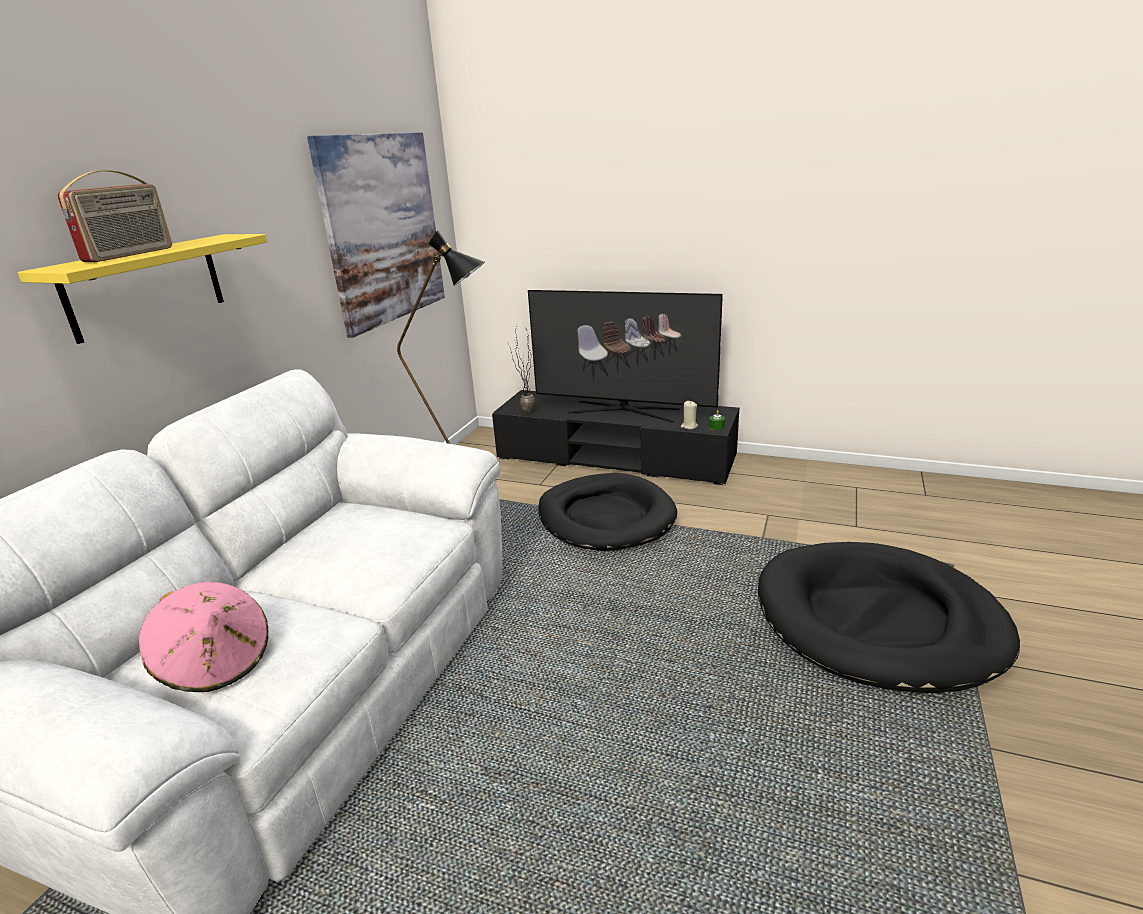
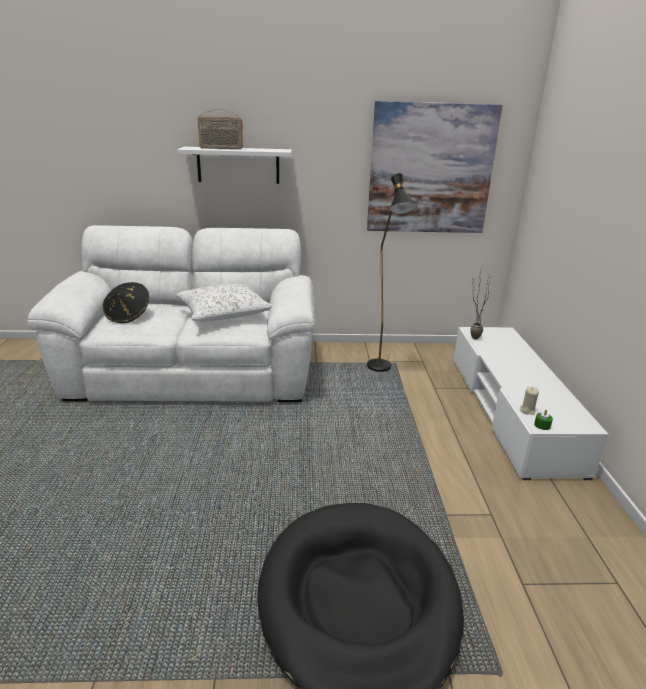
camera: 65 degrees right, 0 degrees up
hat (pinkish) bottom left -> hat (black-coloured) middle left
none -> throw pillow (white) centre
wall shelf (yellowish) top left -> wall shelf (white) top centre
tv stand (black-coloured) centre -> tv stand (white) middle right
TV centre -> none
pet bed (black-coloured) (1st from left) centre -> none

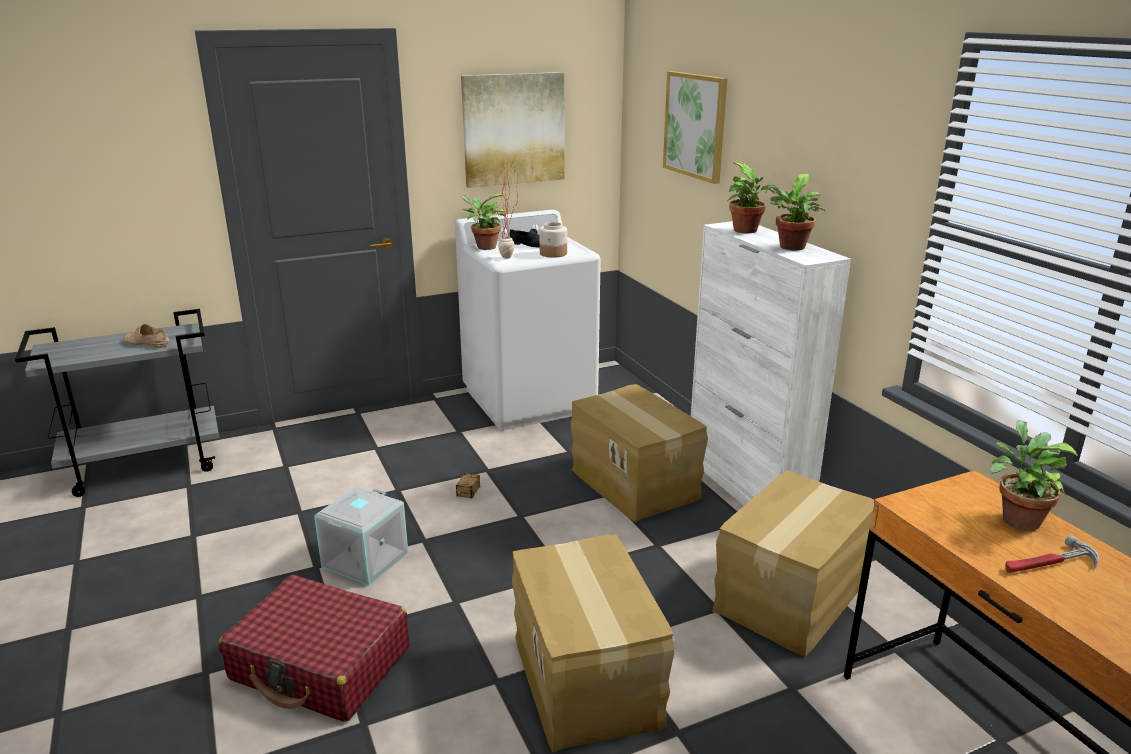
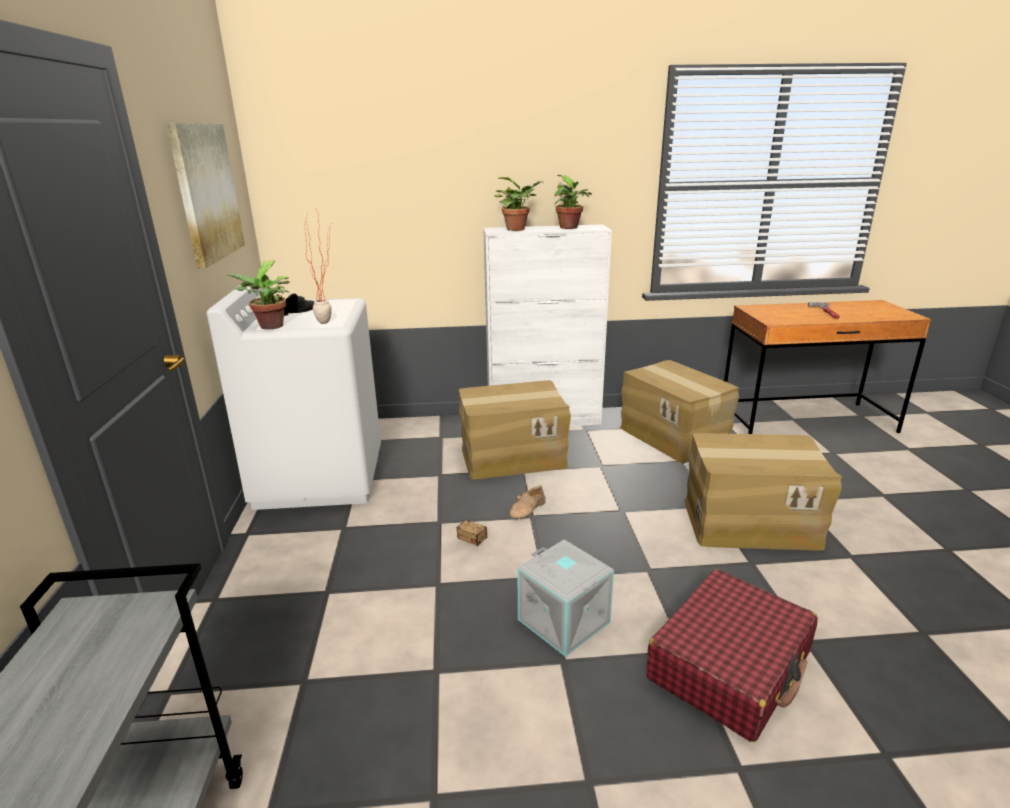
camera: 70 degrees left, 0 degrees up
item of footwear (sand-coloured) middle left -> item of footwear (sand-coloured) centre, moved
storage jar top centre -> none
wall art (2nd from left) top centre -> none
potted plant (5th from left) middle right -> none

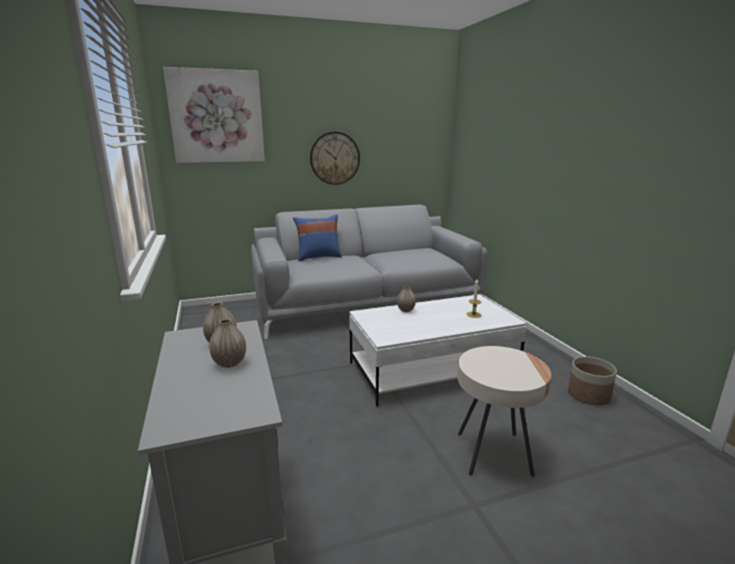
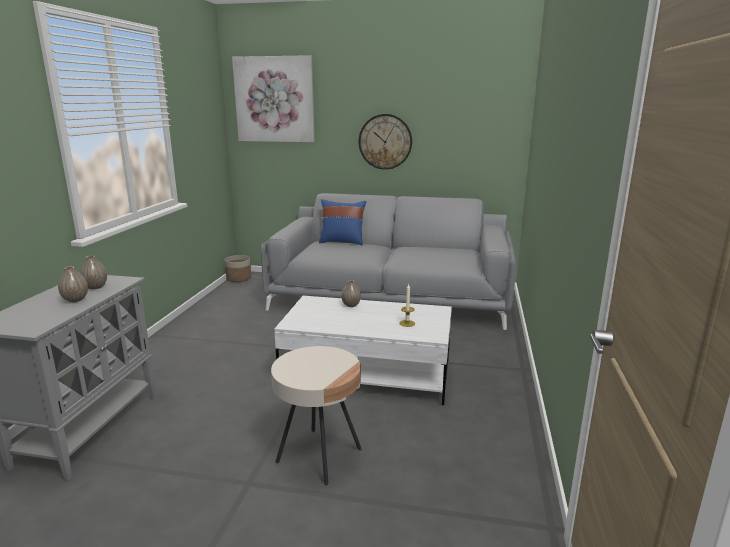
camera: 30 degrees right, 0 degrees up
plant pot bottom right -> plant pot middle left, moved

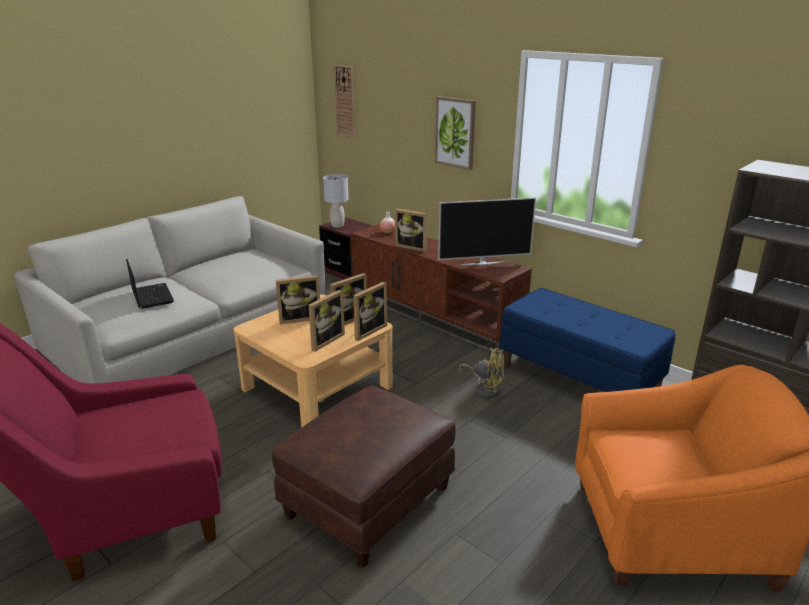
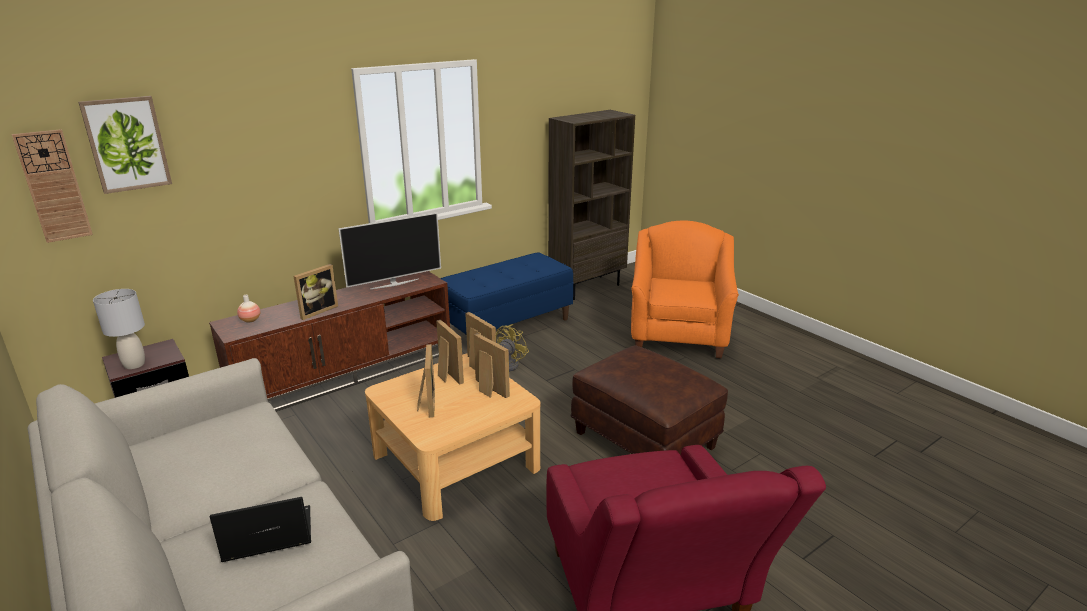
camera: 80 degrees left, 0 degrees up
wall art top centre -> wall art top left, moved
TV centre, 60 degrees clockwise

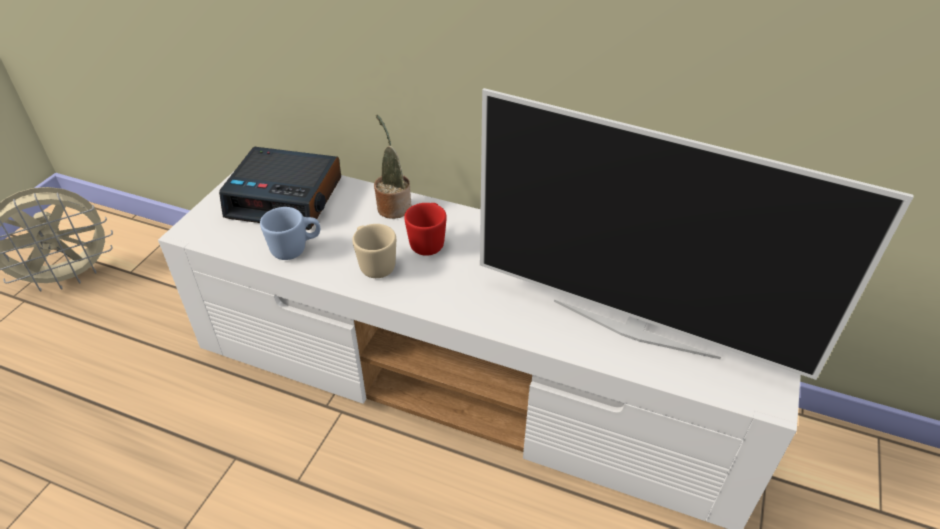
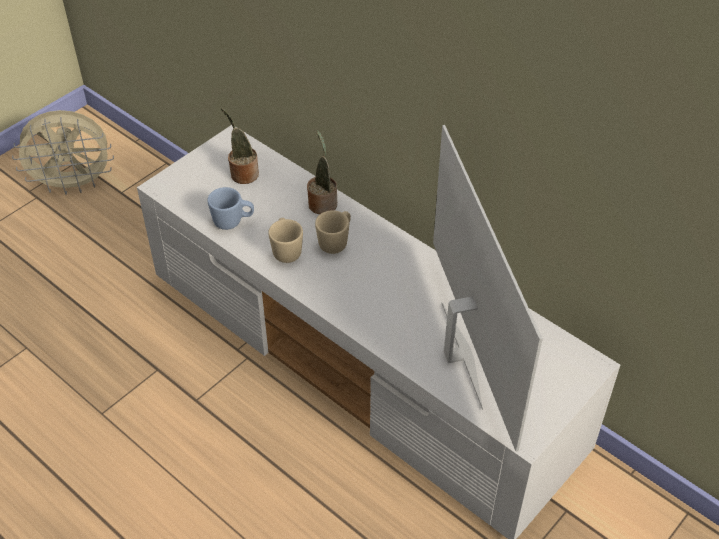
camera: 20 degrees right, 5 degrees up
table clock middle left -> potted plant (1st from left) top centre
mug (red) centre -> mug (sand-coloured) (2nd from left) centre
TV middle right, 150 degrees counterclockwise

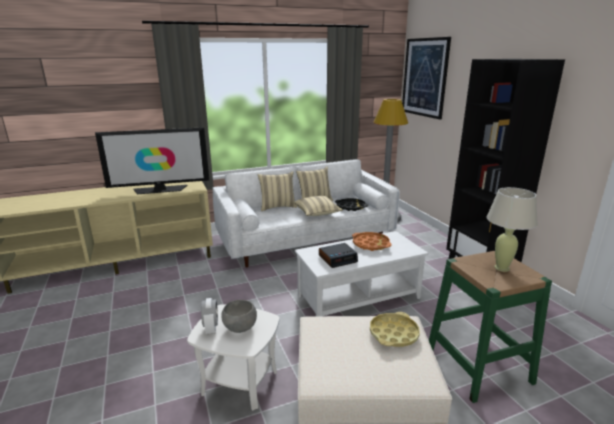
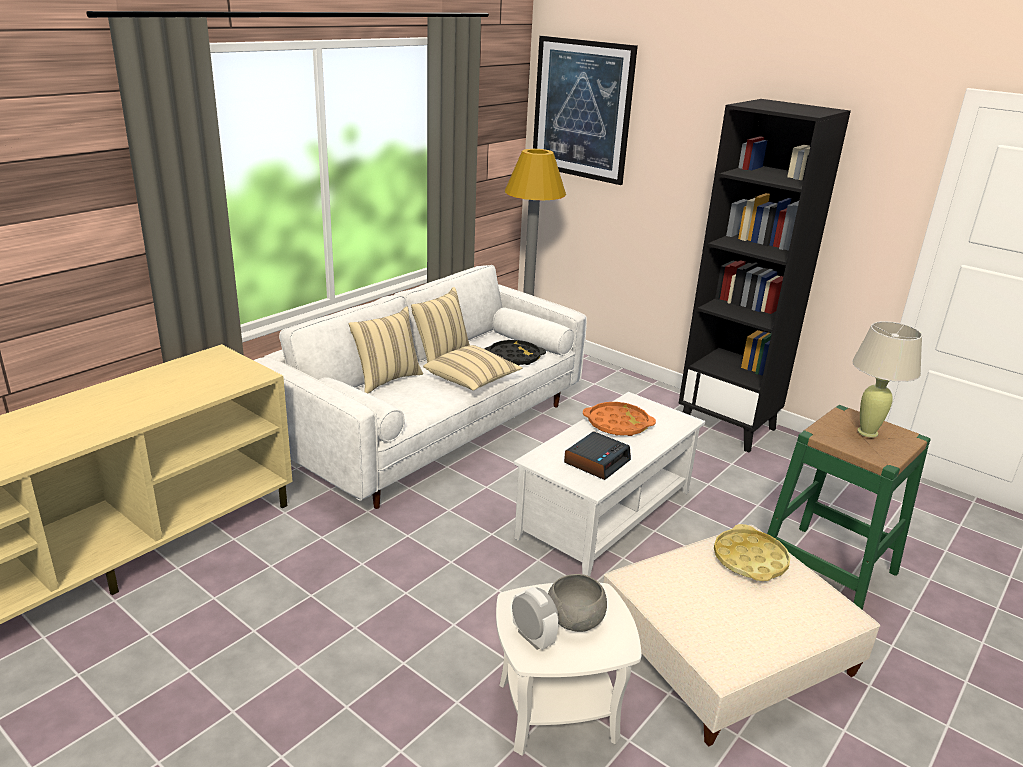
camera: 30 degrees left, 5 degrees up
TV middle left -> none

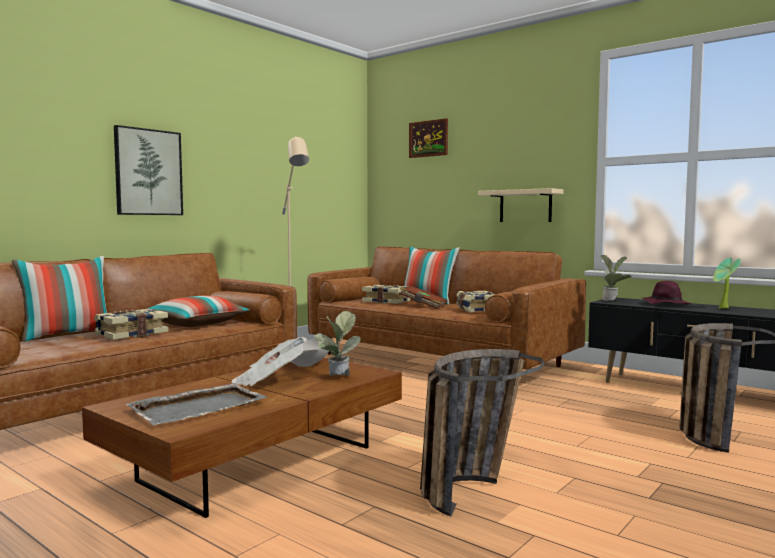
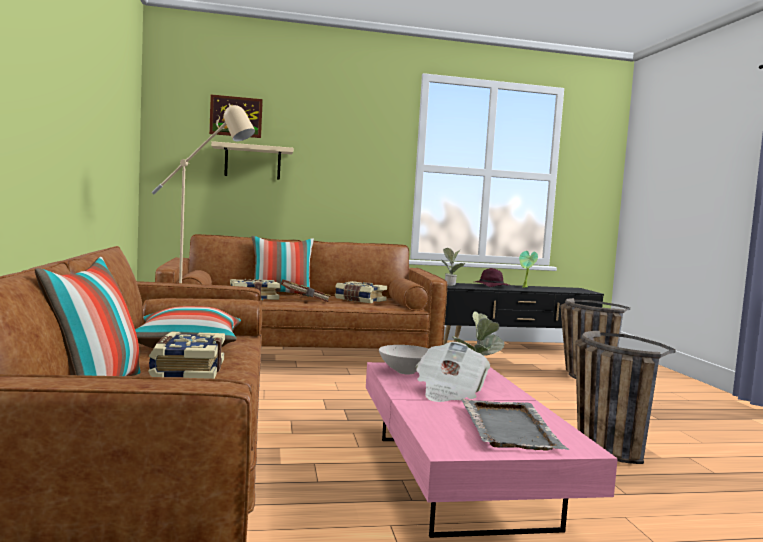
camera: 50 degrees left, 0 degrees up
wall shelf (sand-coloured) middle right -> wall shelf (sand-coloured) top left, moved
coffee table (brown-coloured) bottom left -> coffee table (pinkish) bottom centre
wall art (1st from left) top left -> none

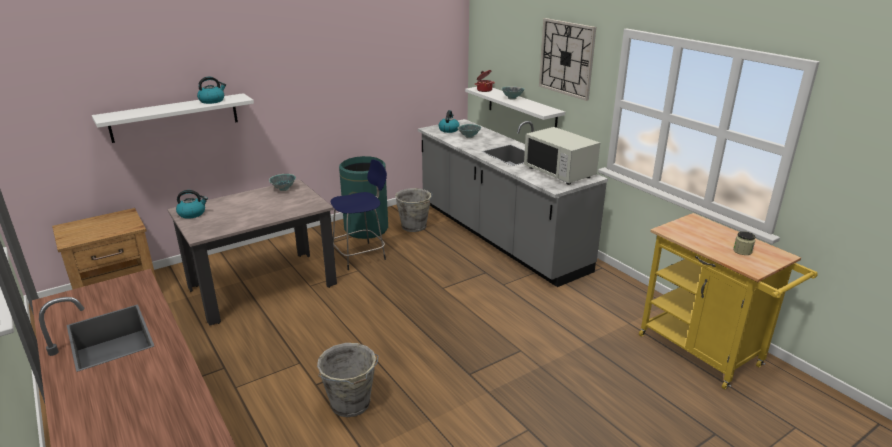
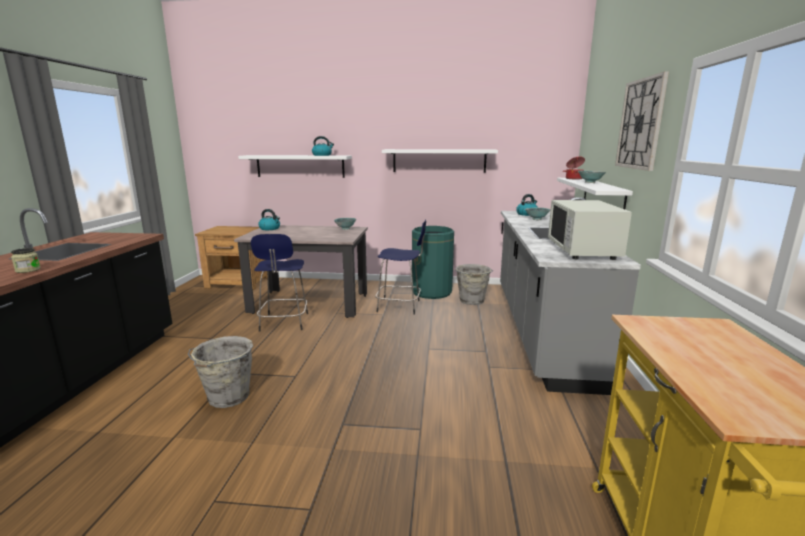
camera: 40 degrees right, 10 degrees down
storage jar middle right -> storage jar middle left, moved
none -> sitting stool (blue) (1st from left) centre
none -> wall shelf (white) (2nd from left) top centre

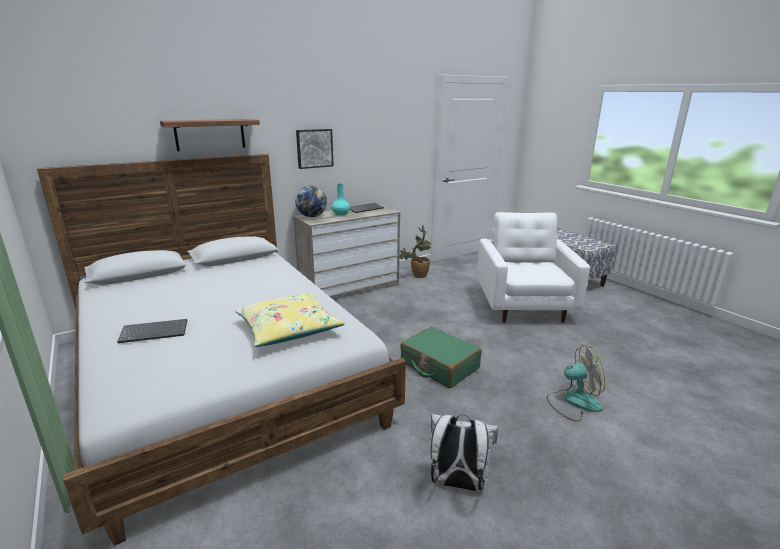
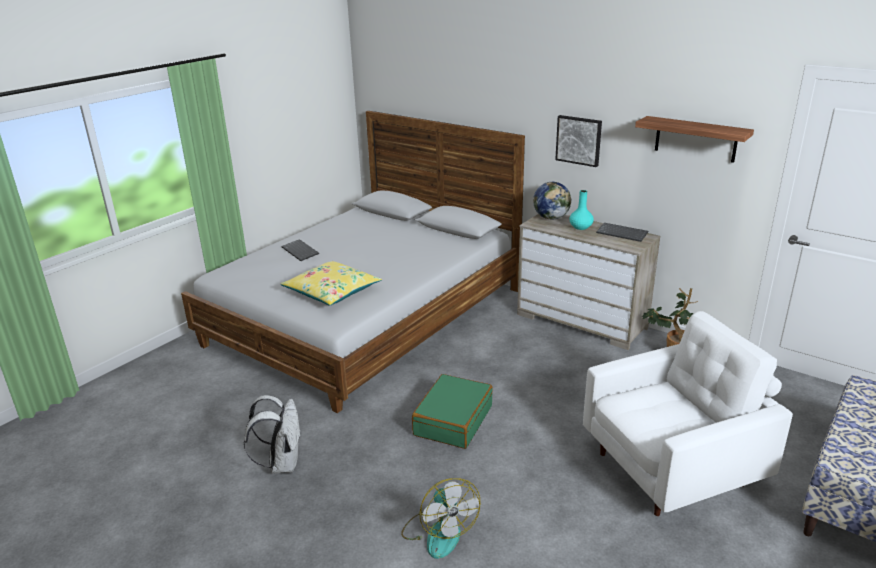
camera: 70 degrees right, 5 degrees up
wall shelf top left -> wall shelf top right, moved

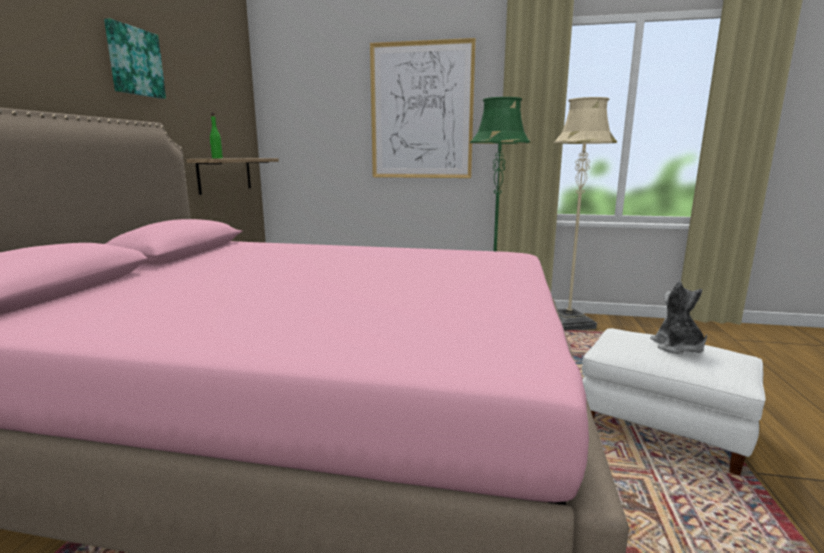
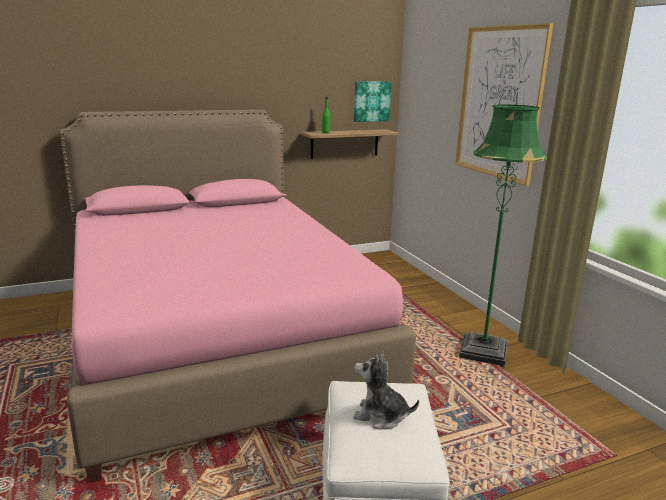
camera: 55 degrees right, 5 degrees up
soft toy middle right -> soft toy bottom centre, 120 degrees counterclockwise
wall art (1st from left) top left -> wall art (1st from left) top centre, moved
standing lamp (sand-coloured) middle right -> none

